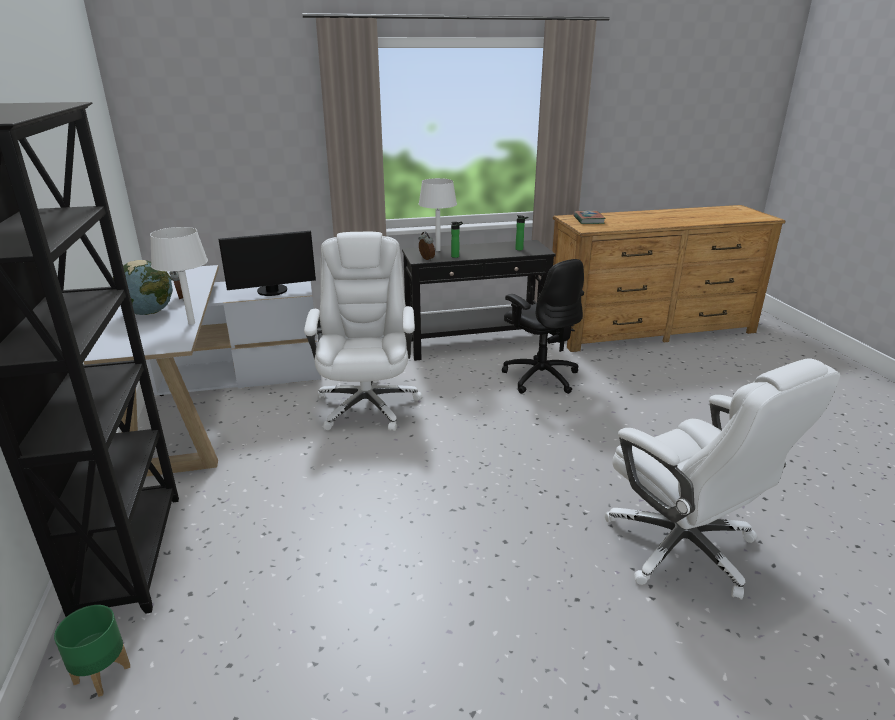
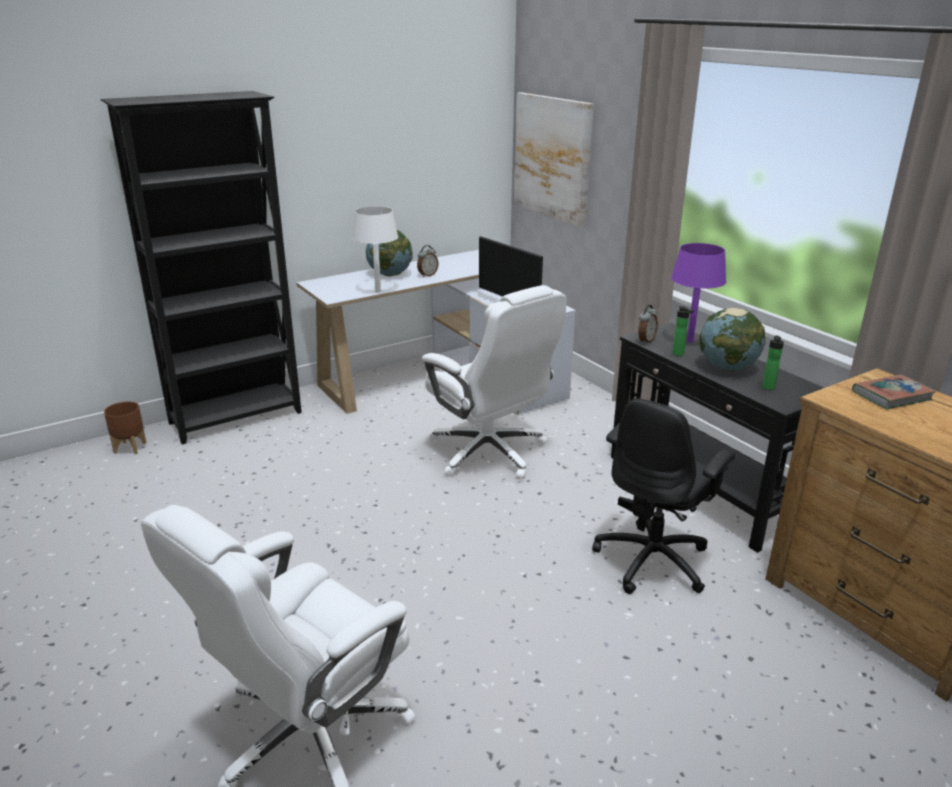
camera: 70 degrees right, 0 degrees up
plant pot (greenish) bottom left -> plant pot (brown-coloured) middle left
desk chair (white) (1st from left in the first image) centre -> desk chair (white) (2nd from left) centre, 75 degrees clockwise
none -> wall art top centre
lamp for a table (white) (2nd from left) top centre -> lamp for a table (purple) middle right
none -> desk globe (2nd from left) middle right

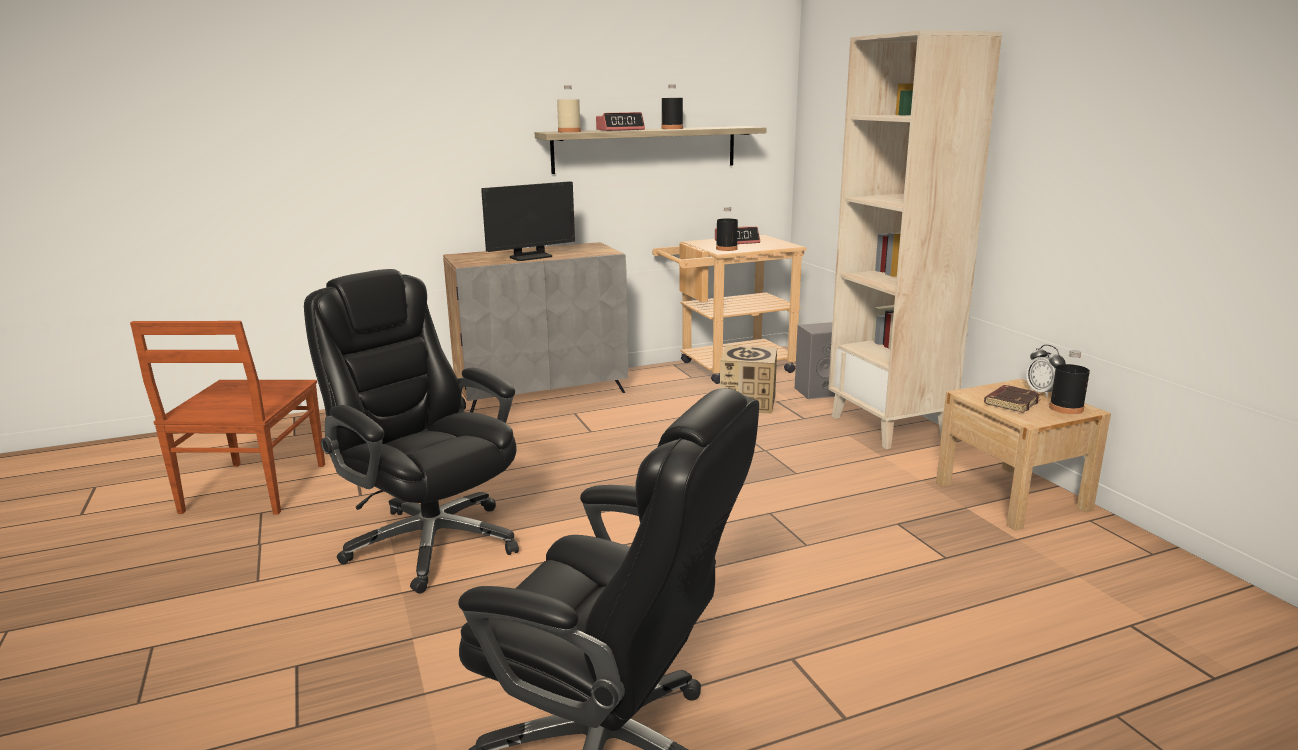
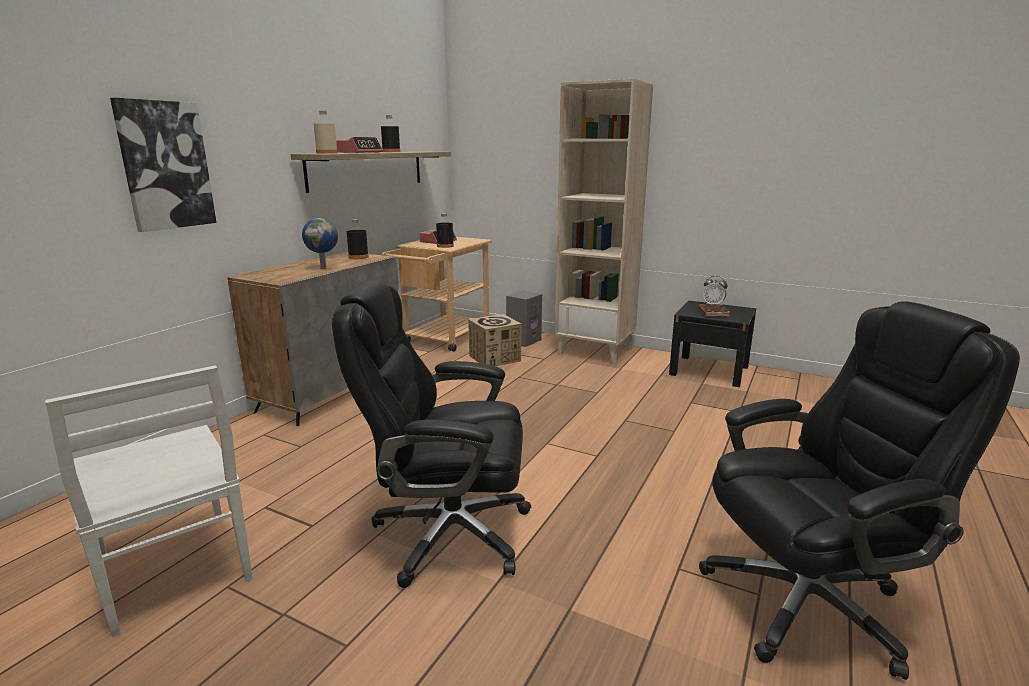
camera: 40 degrees left, 0 degrees up
chair (brown-coloured) middle left -> chair (white) bottom left
none -> wall art top left
monitor top centre -> desk globe middle left
drink bottle (black-coloured) (3rd from left in the first image) middle right -> drink bottle (black-coloured) (1st from left) centre, moved
bedside table (sand-coloured) middle right -> bedside table (black-coloured) middle right

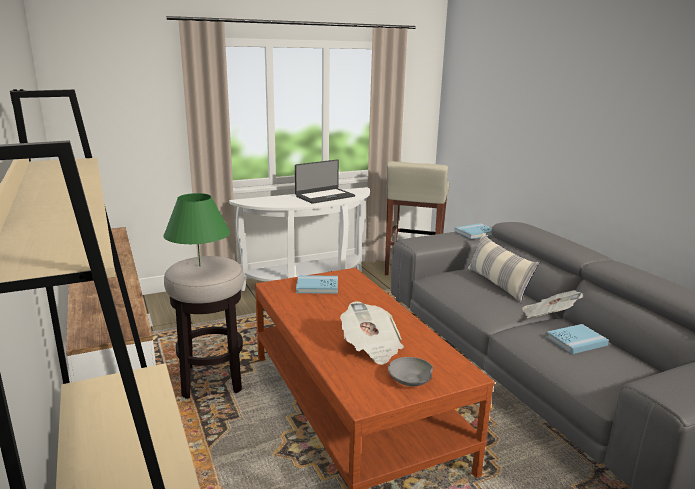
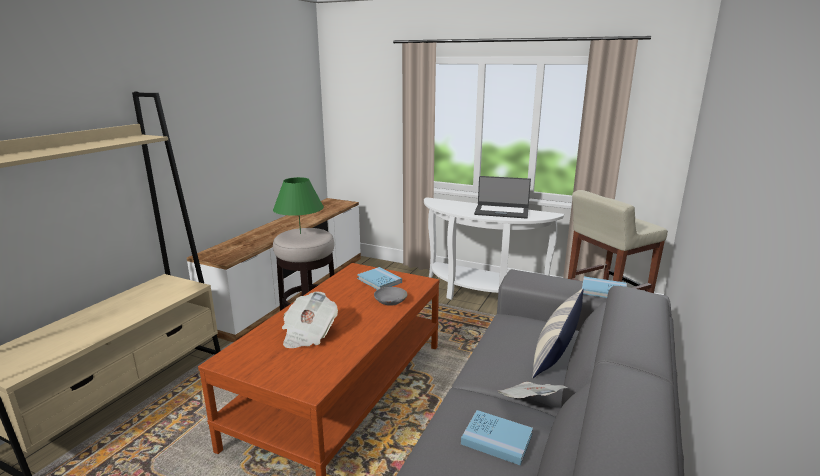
camera: 50 degrees right, 0 degrees up
deep dish (greyish) bottom centre -> deep dish (greyish) centre, moved

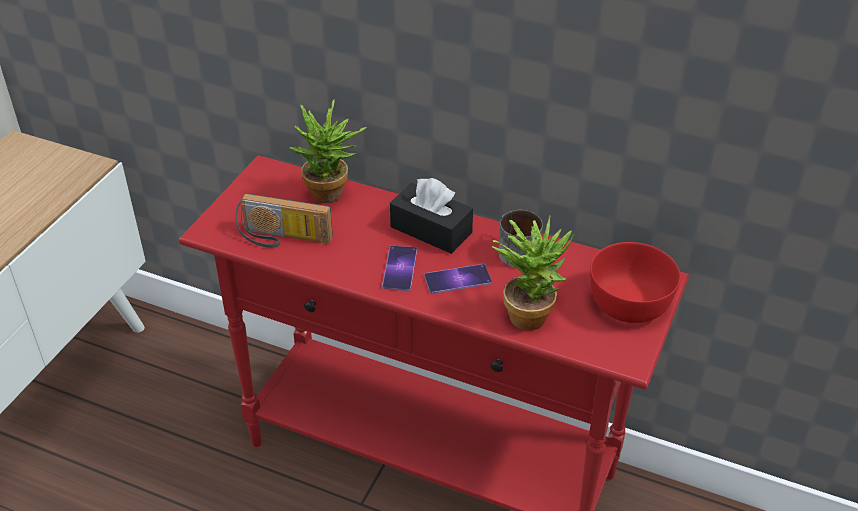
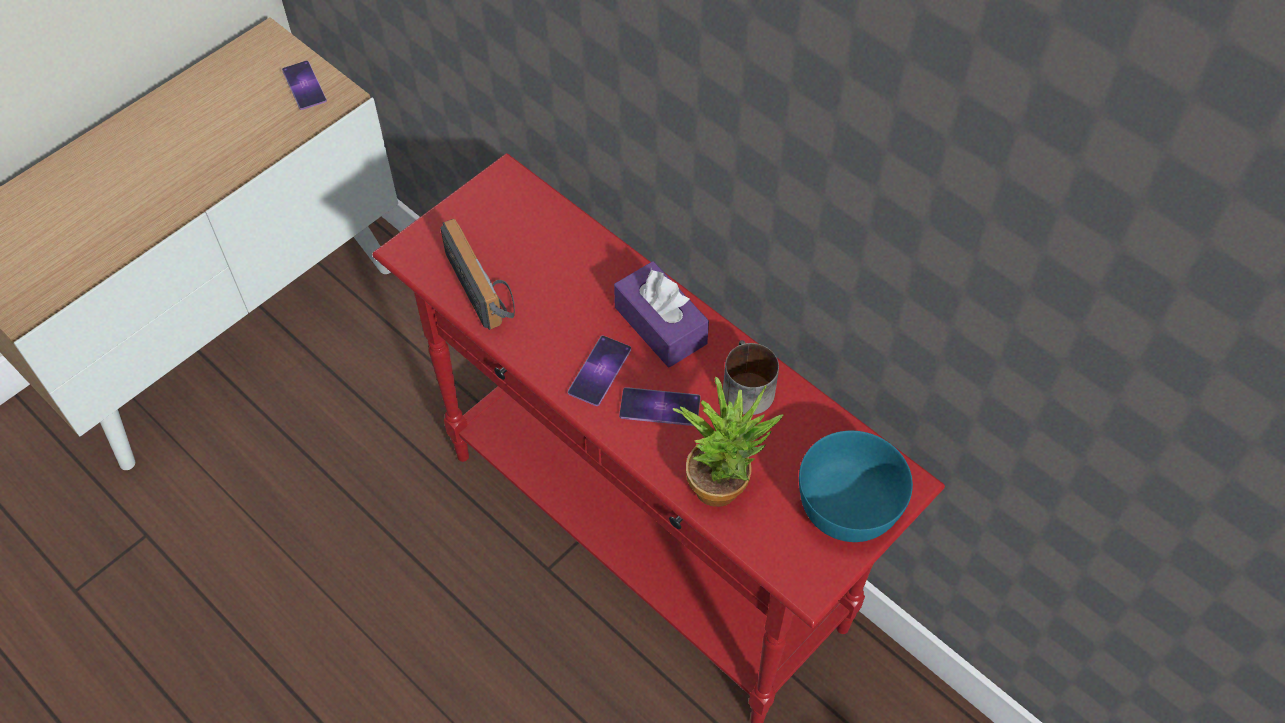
camera: 20 degrees right, 15 degrees up
none -> telephone (1st from left) top left
radio set middle left -> radio set centre, 150 degrees counterclockwise
tissue holder (black-coloured) centre -> tissue holder (purple) centre
deep dish (red) middle right -> deep dish (turquoise) bottom centre
potted plant (1st from left) top centre -> none

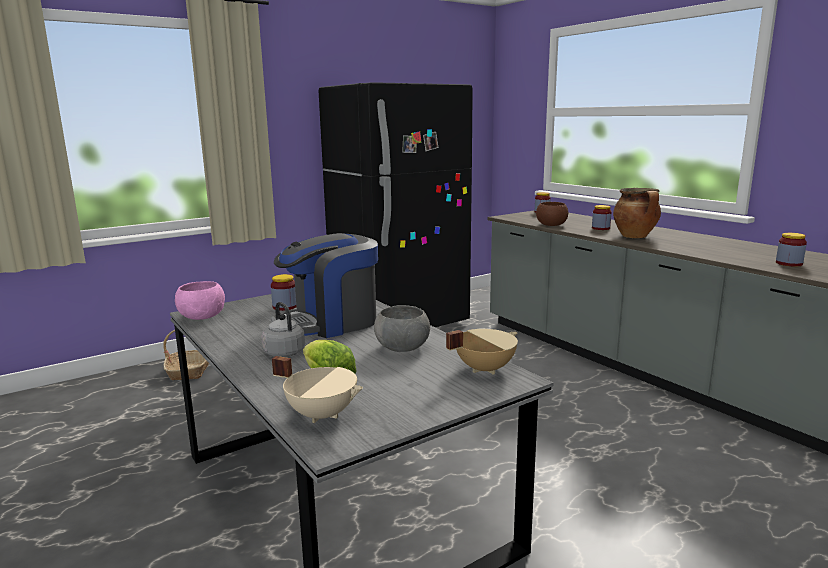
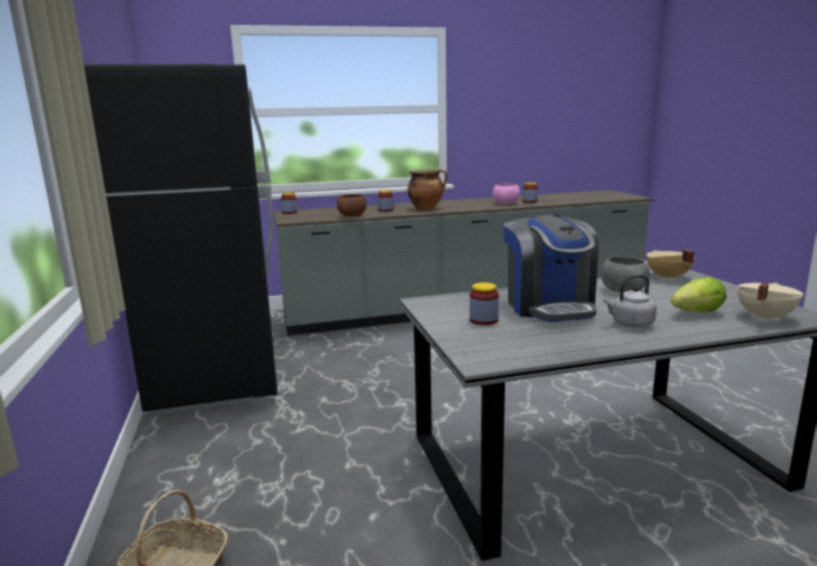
camera: 70 degrees left, 0 degrees up
deep dish (pinkish) middle left -> deep dish (pinkish) centre, moved

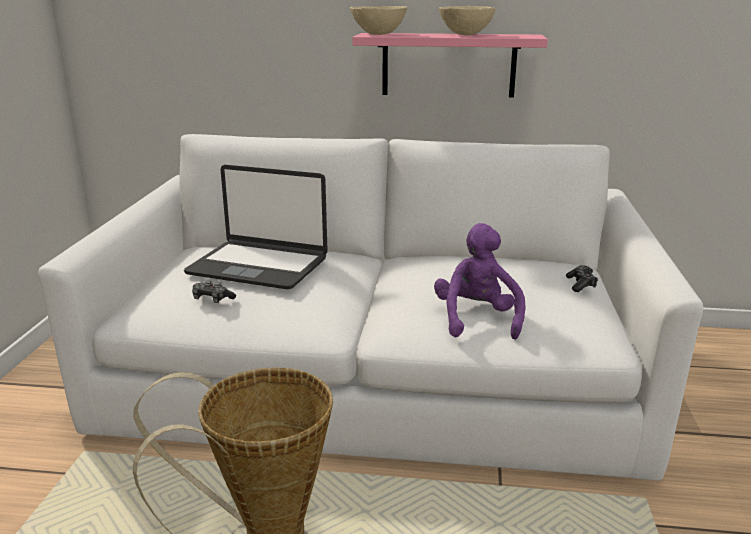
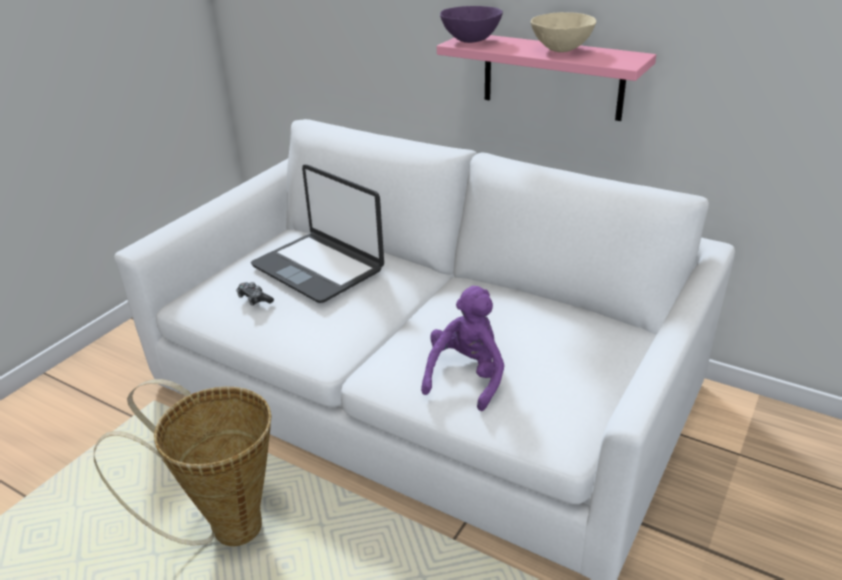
camera: 25 degrees right, 10 degrees up
deep dish (sand-coloured) (1st from left) top centre -> deep dish (purple) top centre
gamepad (2nd from left) middle right -> none

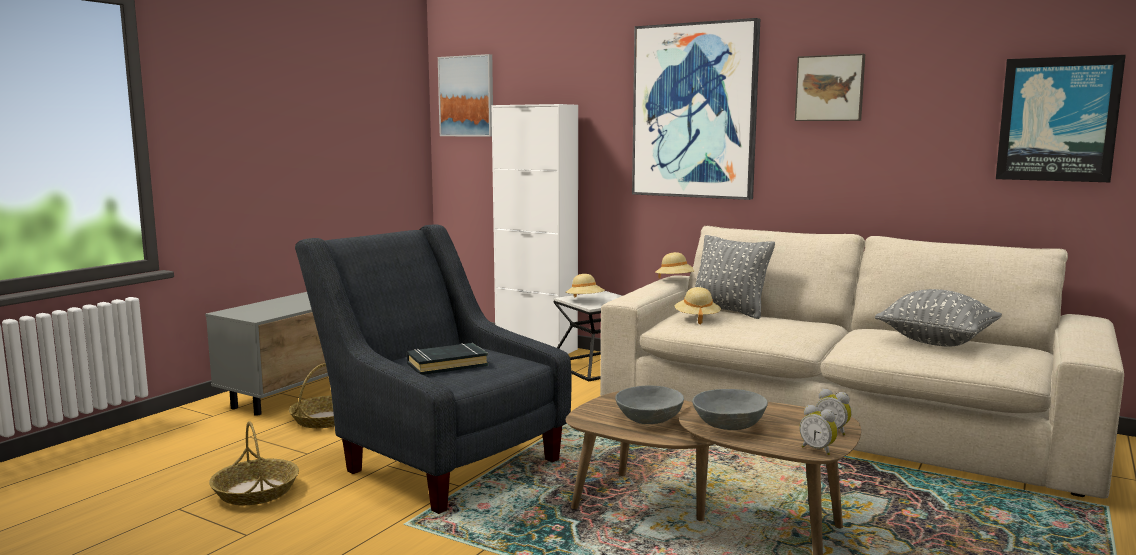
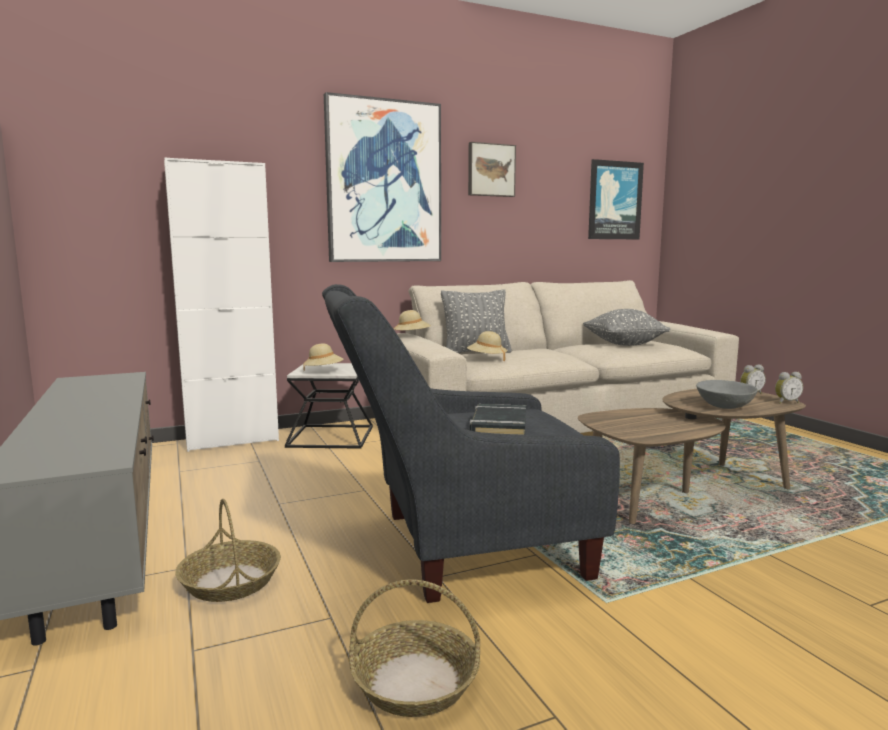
camera: 55 degrees left, 0 degrees up
wall art (1st from left) top centre -> none
deep dish (greyish) (1st from left) bottom centre -> none

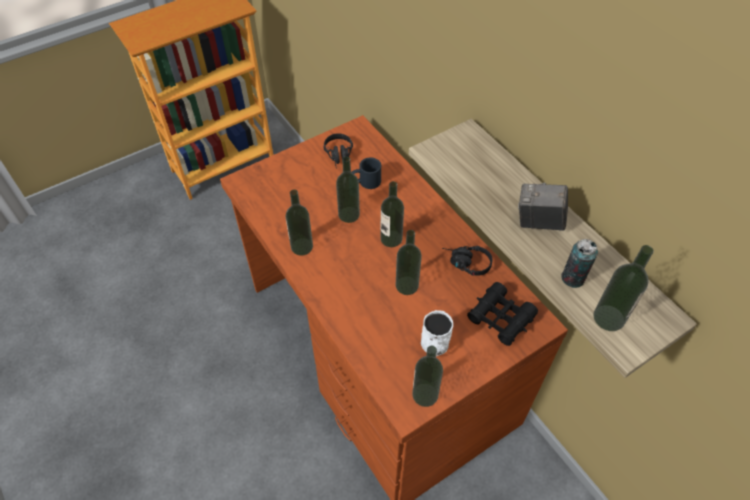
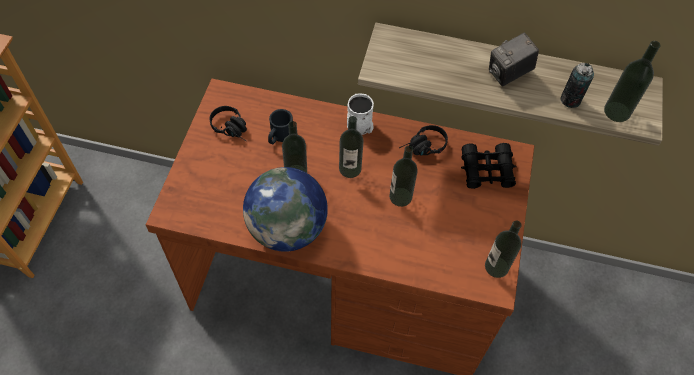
camera: 45 degrees left, 5 degrees up
drink bottle (1st from left) centre -> desk globe centre
mug (white) centre -> mug (white) top centre, moved

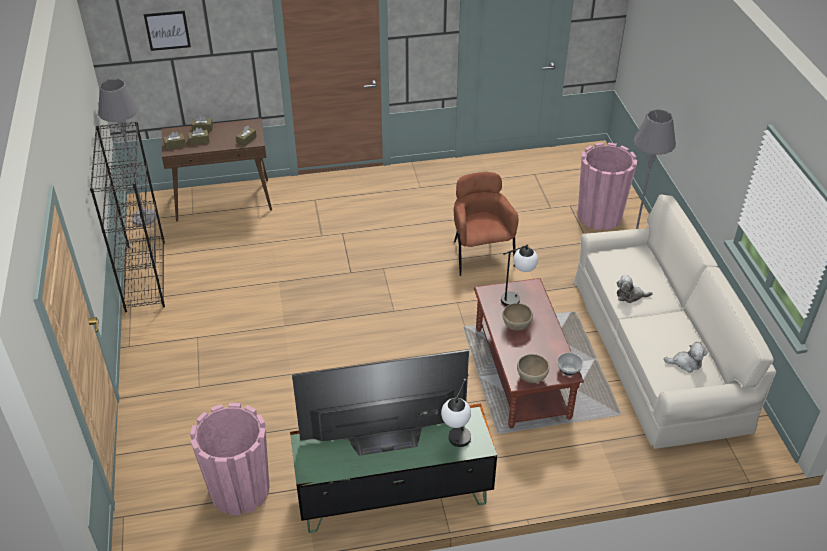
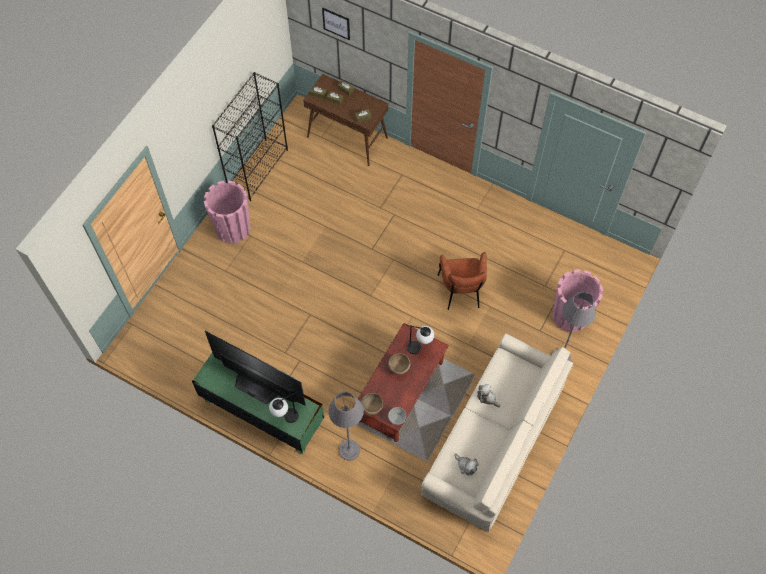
camera: 40 degrees right, 20 degrees up
plant pot (pinkish) (1st from left) bottom left -> plant pot (pinkish) (1st from left) middle left, moved
standing lamp (greyish) (1st from left) top left -> standing lamp (greyish) (1st from left) bottom centre, moved
lounge chair (brown-coloured) centre, 150 degrees clockwise

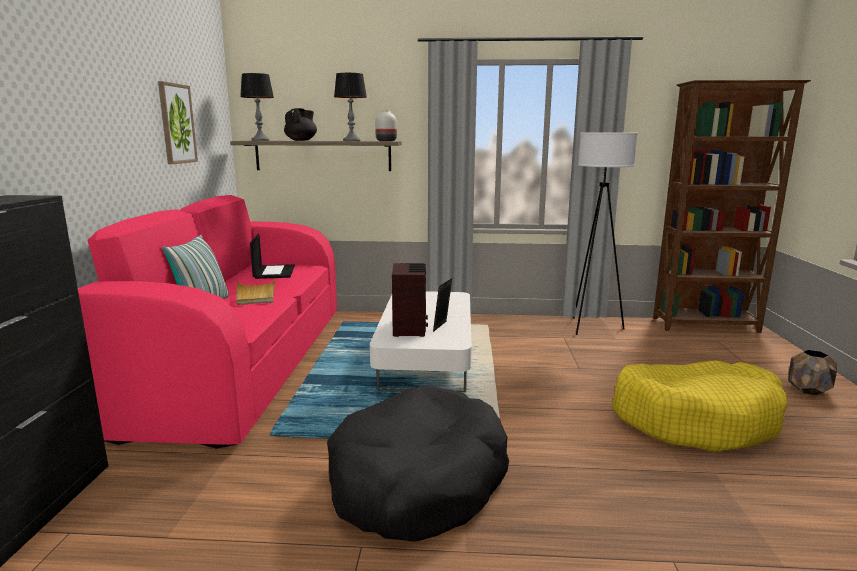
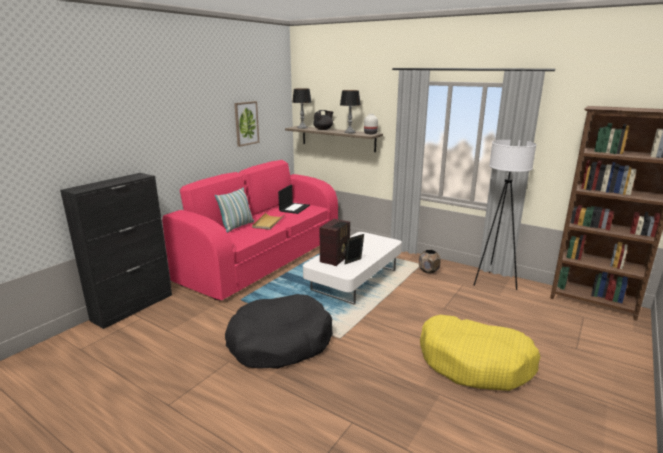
camera: 30 degrees right, 5 degrees up
plant pot (brown-coloured) middle right -> plant pot (brown-coloured) centre, moved

